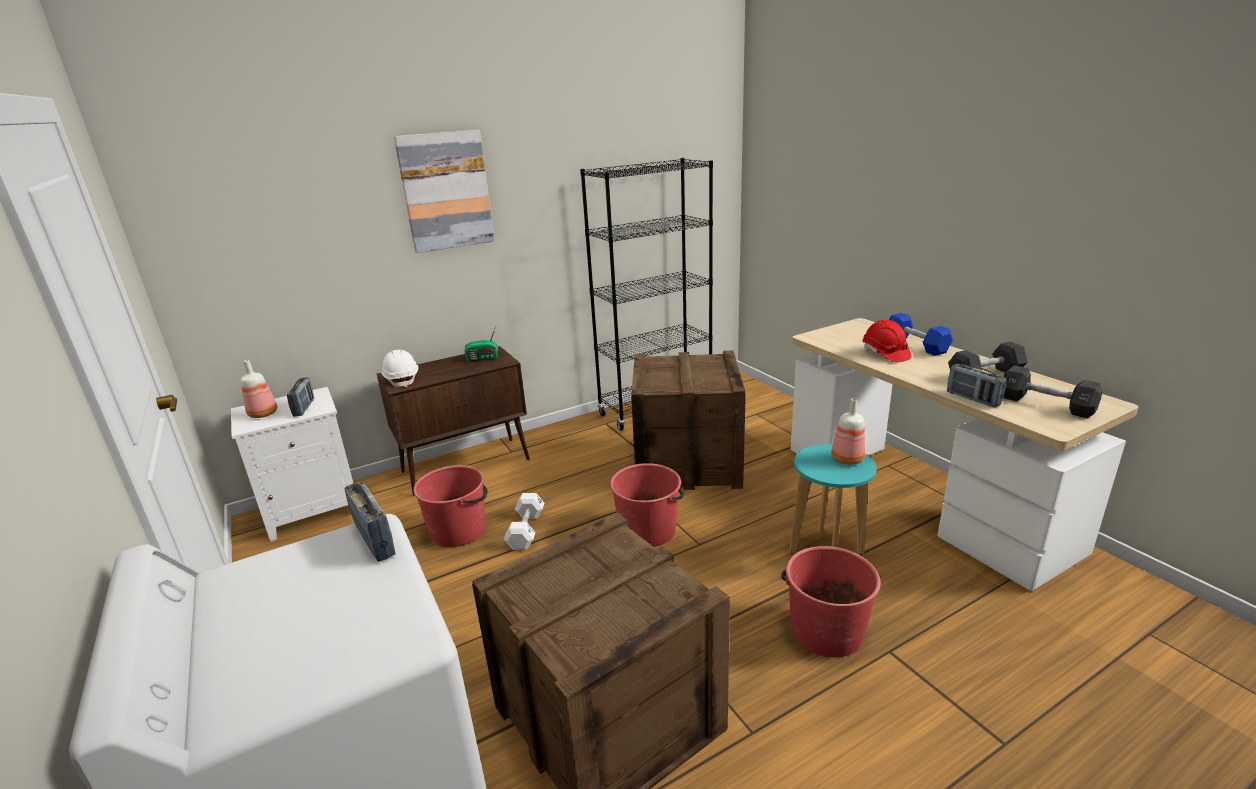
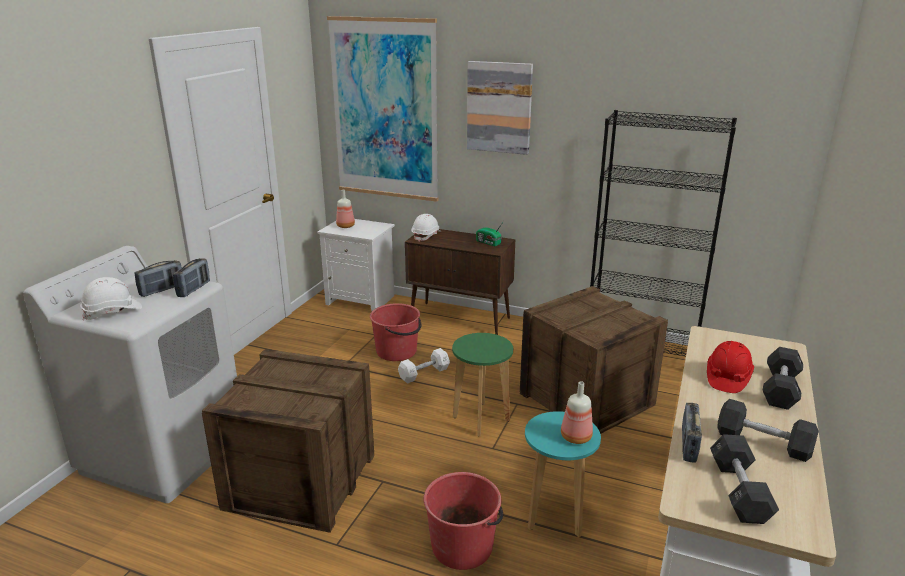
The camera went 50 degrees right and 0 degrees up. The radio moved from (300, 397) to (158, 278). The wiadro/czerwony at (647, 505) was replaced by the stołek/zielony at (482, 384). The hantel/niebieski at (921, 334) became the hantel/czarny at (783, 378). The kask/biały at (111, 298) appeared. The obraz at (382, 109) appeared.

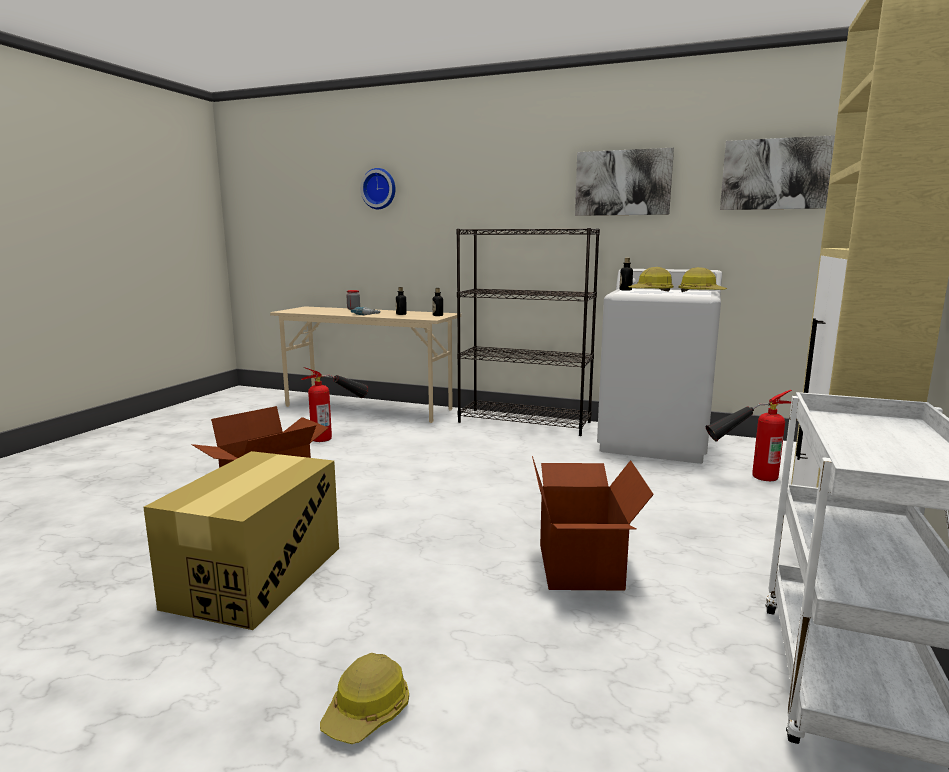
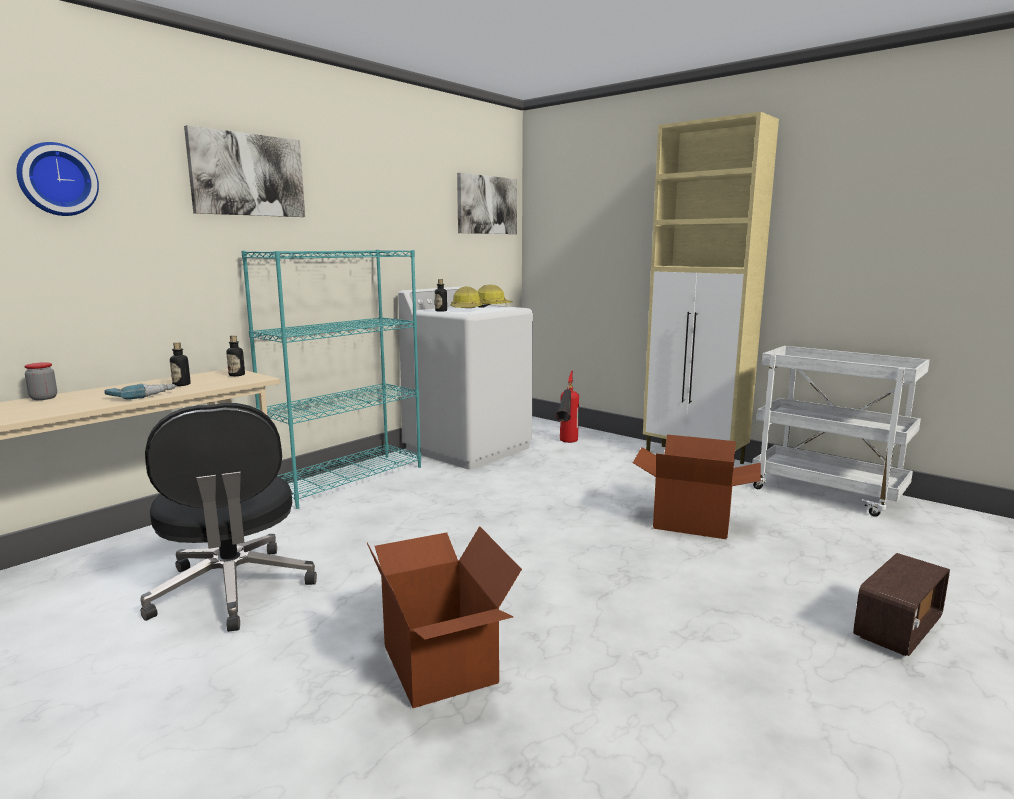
The camera went 70 degrees left and 0 degrees up. The karton at (241, 540) disappeared. The gaśnica at (334, 404) was replaced by the krzesło biurowe/czarny at (228, 517). The kask at (364, 698) was replaced by the radio at (901, 604). The regał/czarny at (528, 332) became the regał/turkusowy at (331, 379). The obraz moved from (624, 181) to (244, 171).

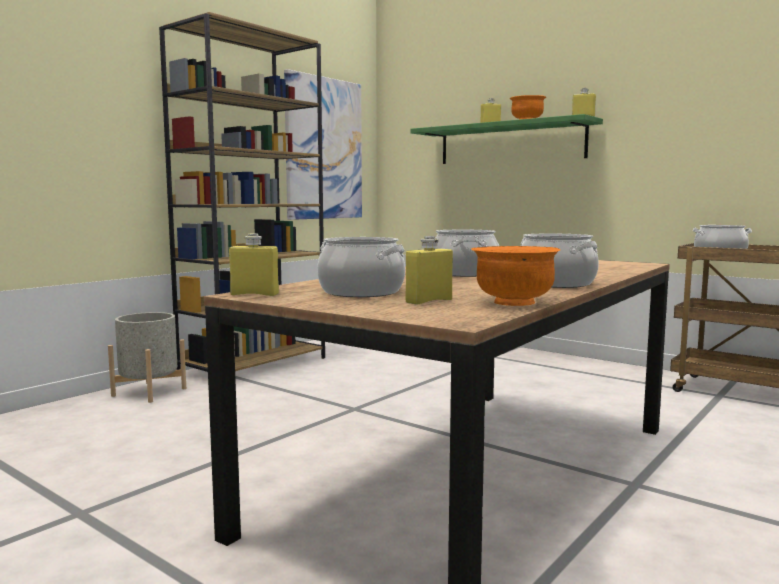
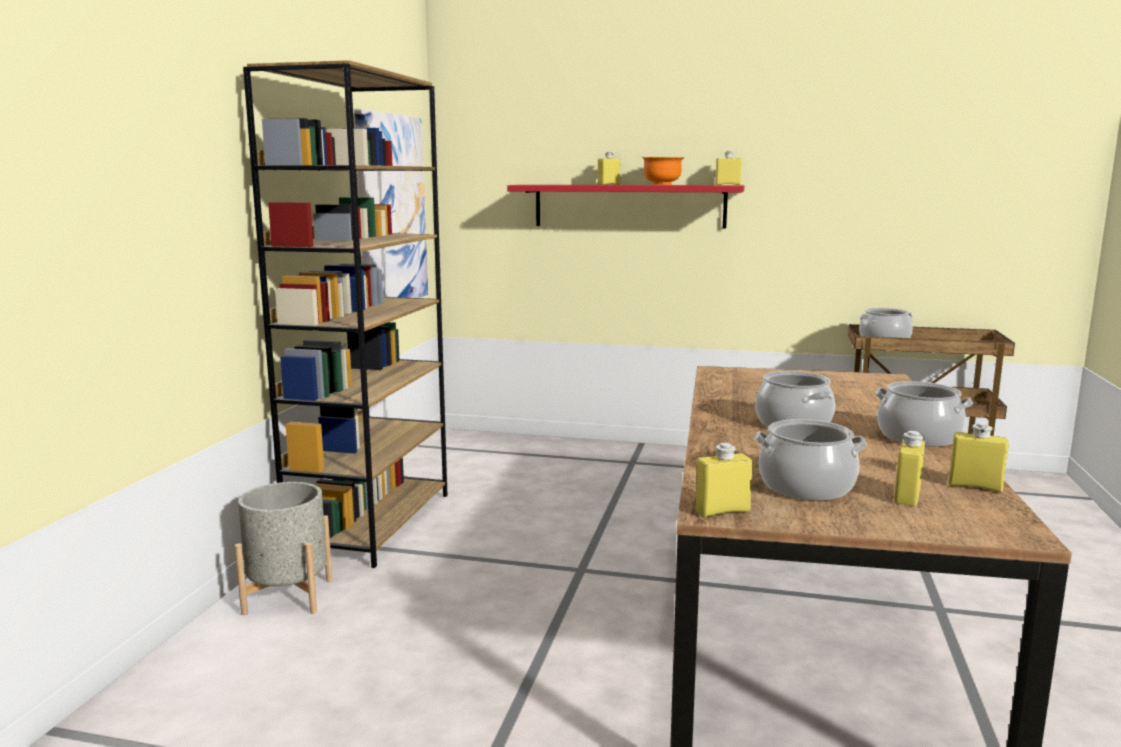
The camera went 25 degrees left and 5 degrees up. The półka/zielony at (506, 139) became the półka/czerwony at (625, 207). The miska/pomarańczowy at (515, 276) was replaced by the butelka/żółty at (979, 457).

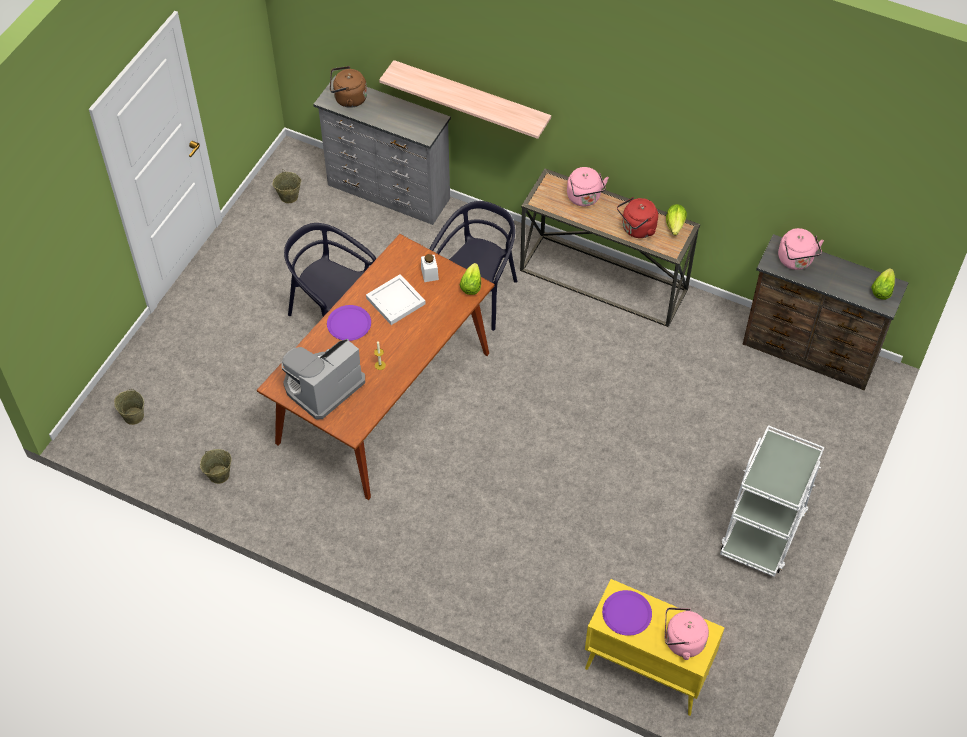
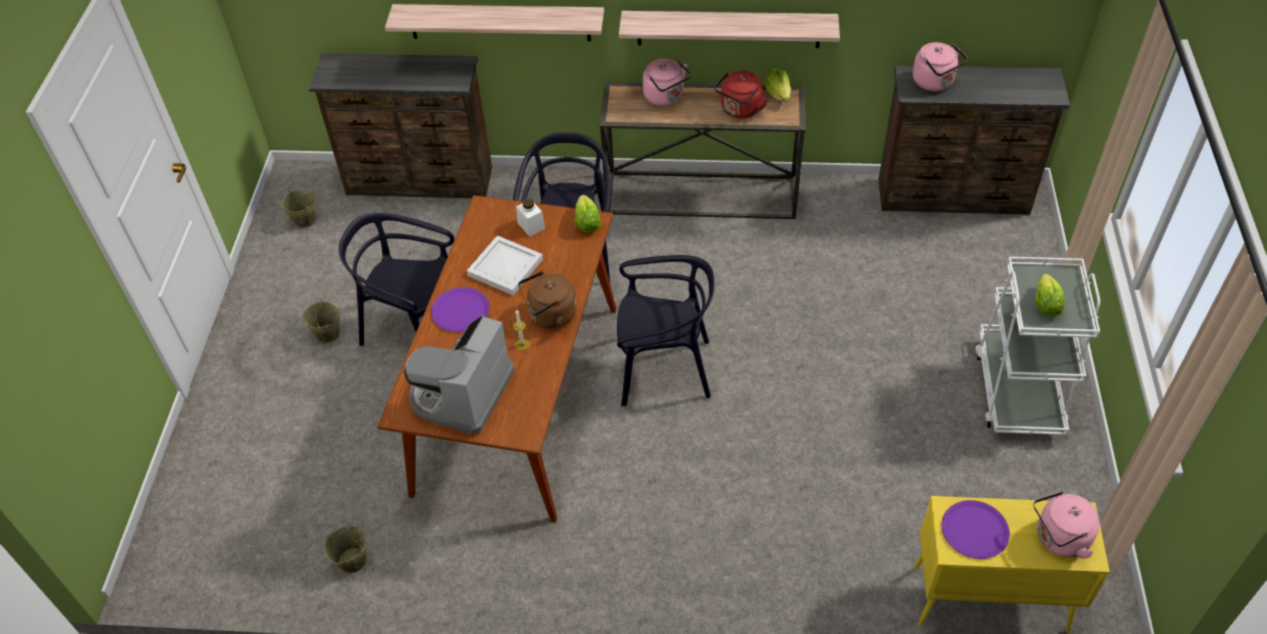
The camera went 20 degrees left and 5 degrees down. The wiadro/beżowy moved from (129, 407) to (321, 320). The komoda/szary at (382, 150) became the komoda/brązowy at (400, 125). The czajnik/brązowy moved from (348, 87) to (547, 300). The sałata moved from (883, 284) to (1050, 295). The krzesło/czarny at (665, 330) appeared. The półka at (729, 29) appeared.

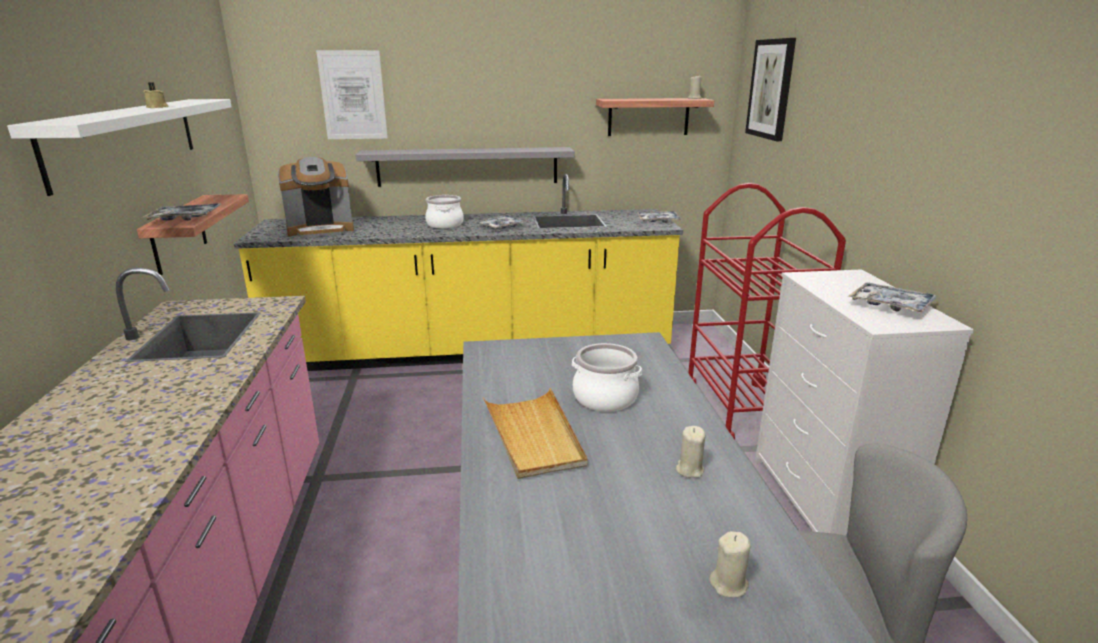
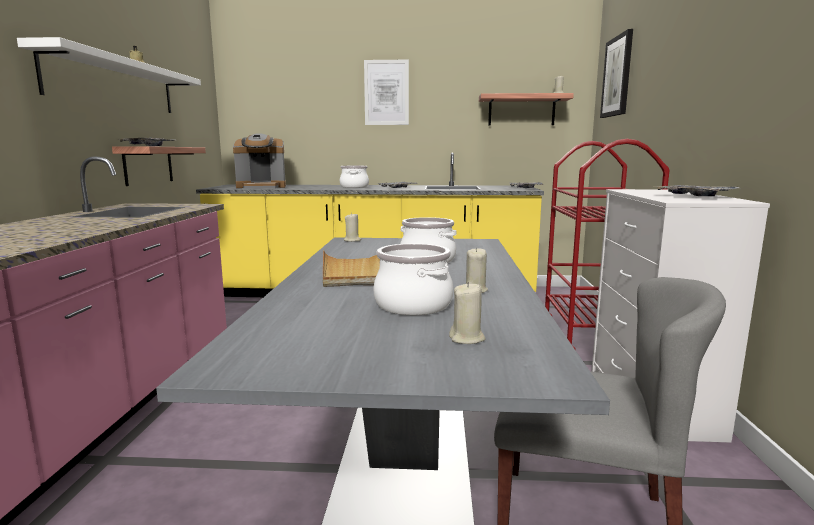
The camera went 10 degrees right and 10 degrees down. The obraz moved from (352, 94) to (386, 92). The półka/szary at (464, 167) disappeared. The świeca/beżowy at (352, 227) appeared. The garnek at (413, 279) appeared.

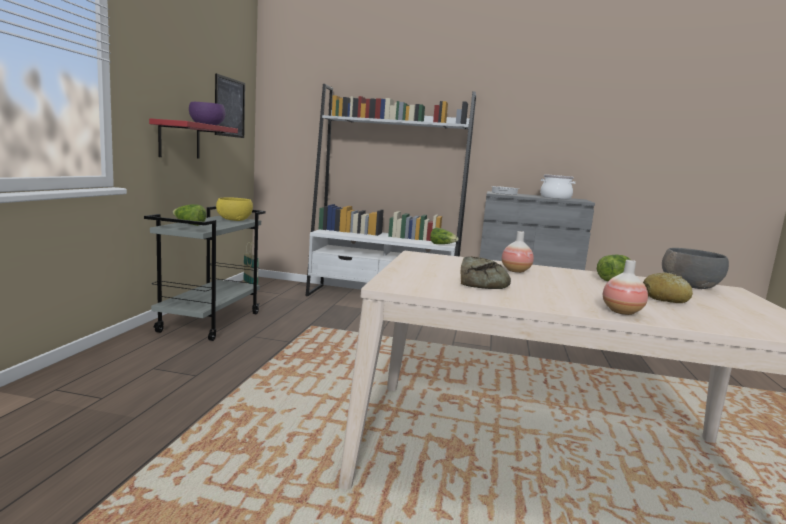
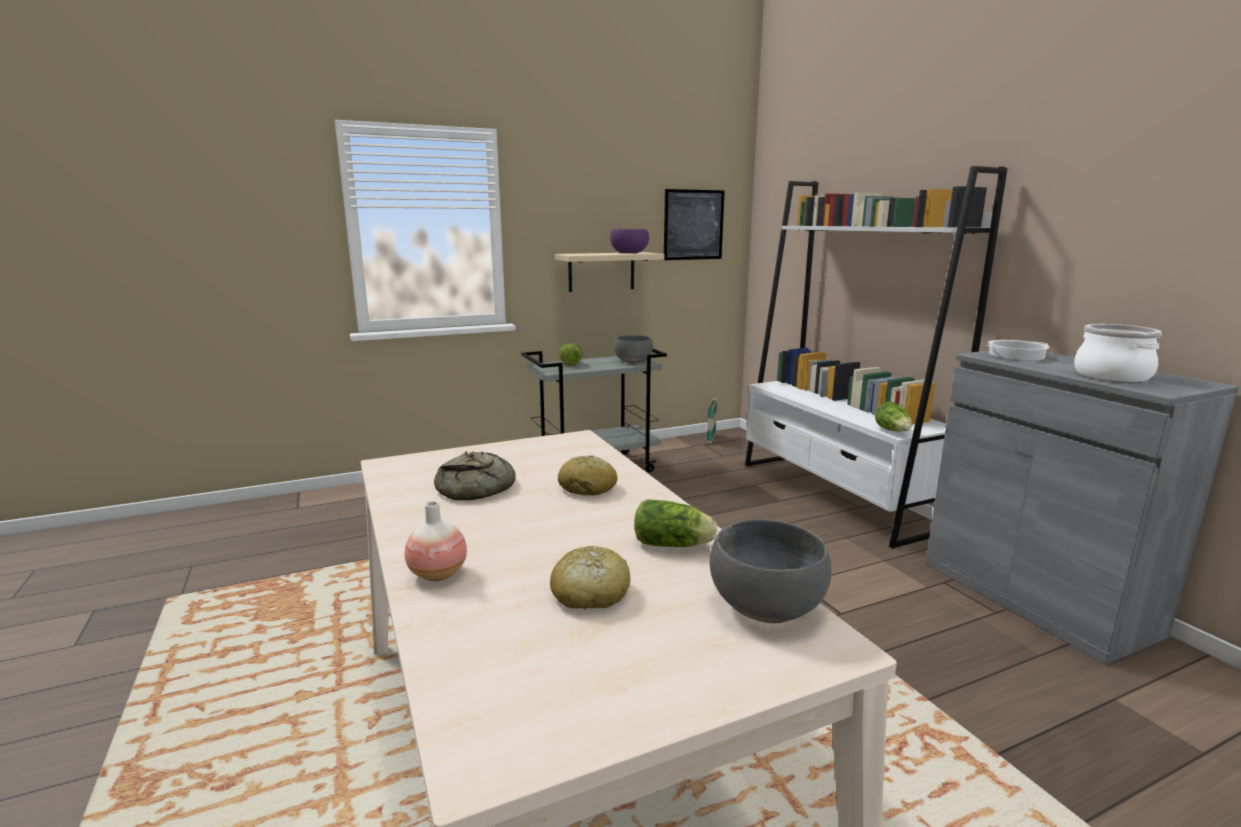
The camera went 55 degrees right and 5 degrees up. The półka/czerwony at (193, 138) became the półka/beżowy at (610, 272). The miska/żółty at (234, 209) became the miska/szary at (633, 349). The wazon at (518, 252) was replaced by the chleb at (588, 475).

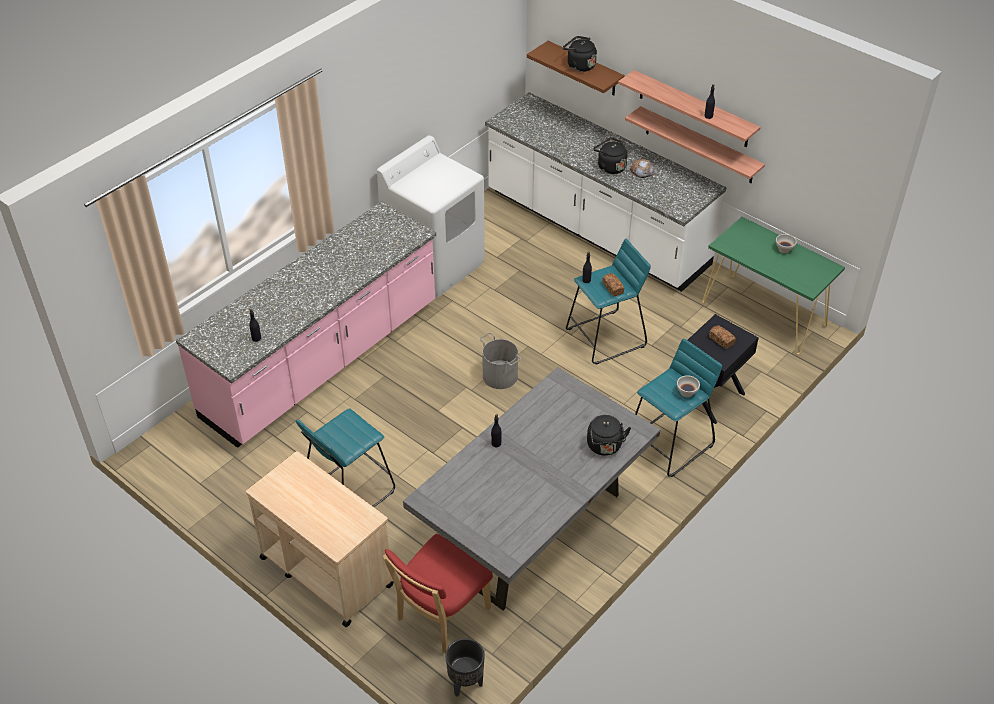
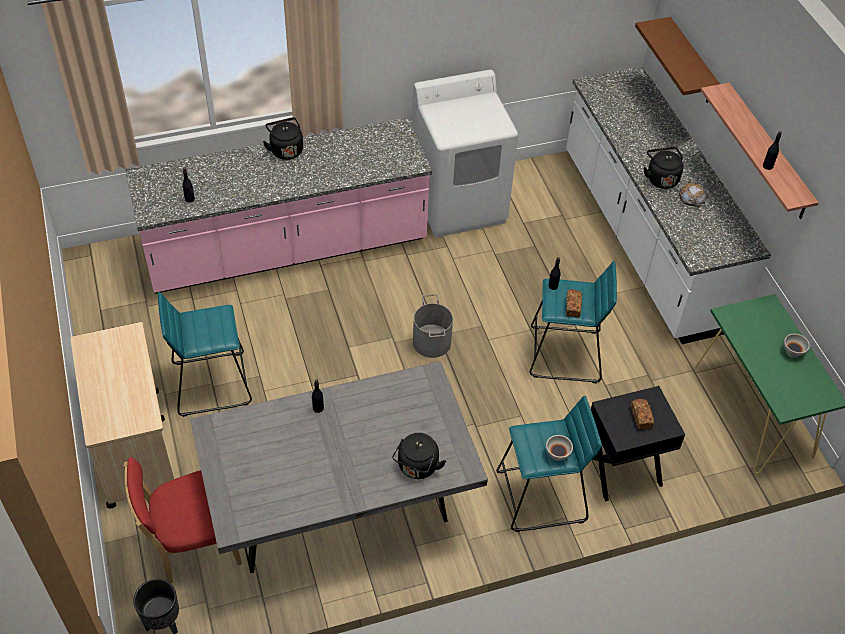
The camera went 30 degrees right and 5 degrees up. The czajnik/czarny moved from (580, 54) to (283, 138). The półka at (695, 144) disappeared.

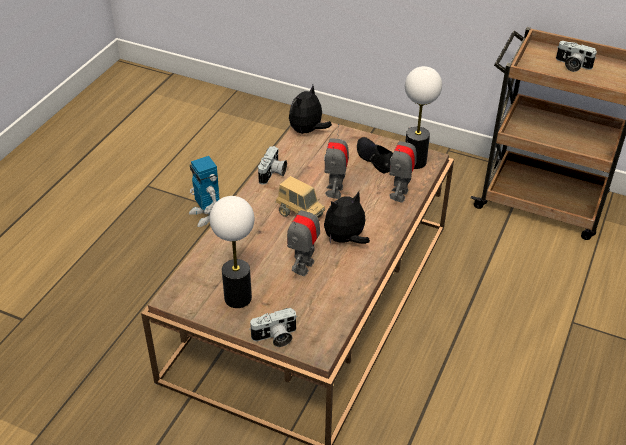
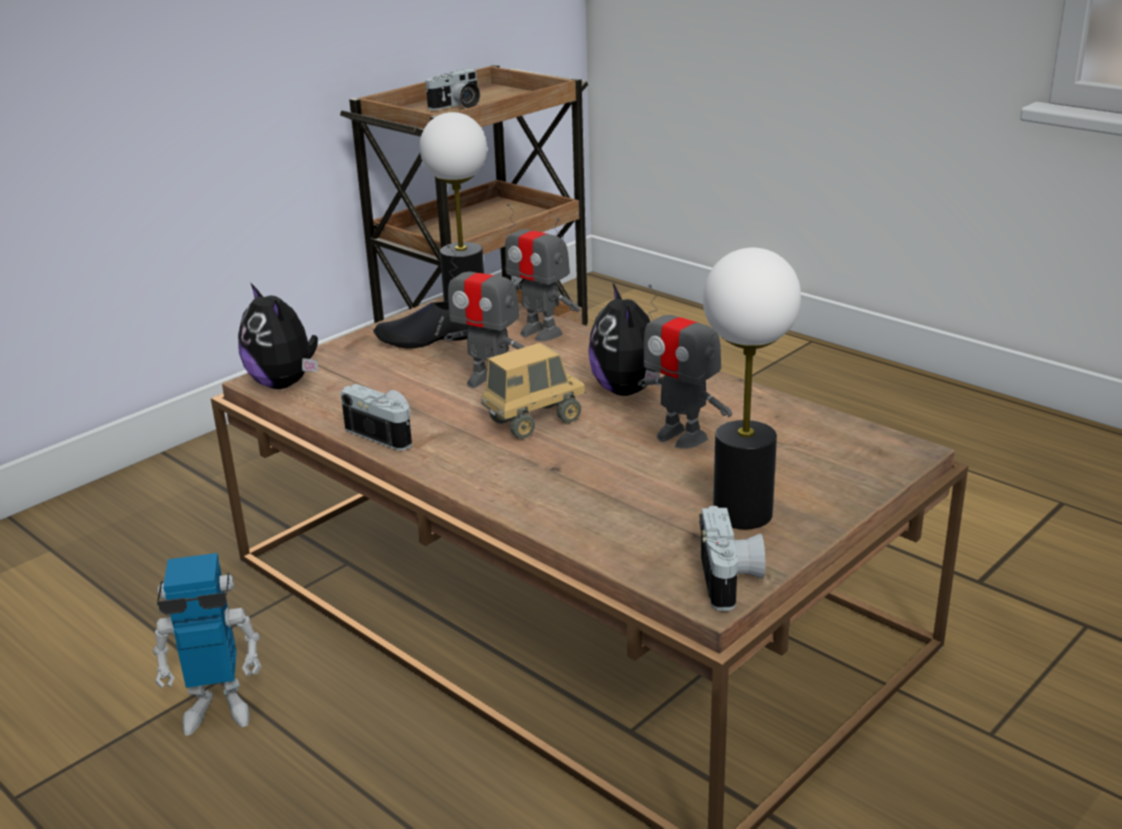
The camera went 70 degrees left and 15 degrees down. The aparat fotograficzny moved from (273, 327) to (732, 558).

